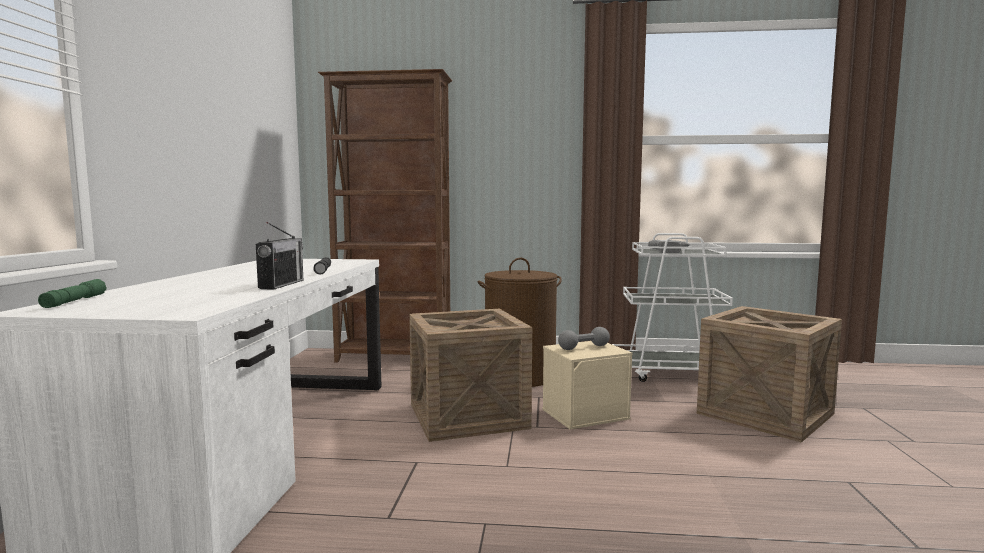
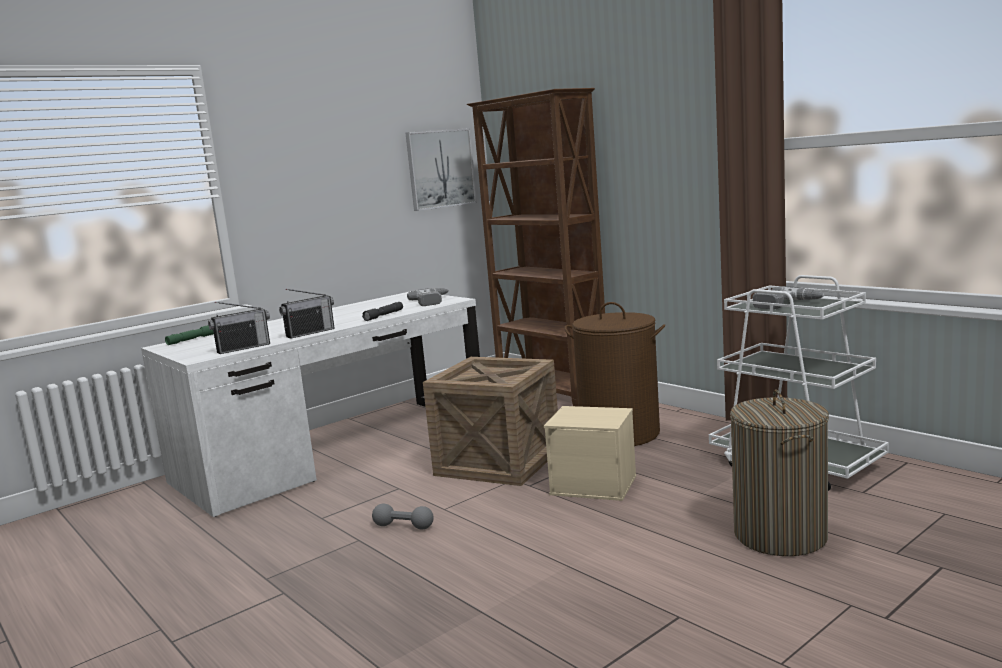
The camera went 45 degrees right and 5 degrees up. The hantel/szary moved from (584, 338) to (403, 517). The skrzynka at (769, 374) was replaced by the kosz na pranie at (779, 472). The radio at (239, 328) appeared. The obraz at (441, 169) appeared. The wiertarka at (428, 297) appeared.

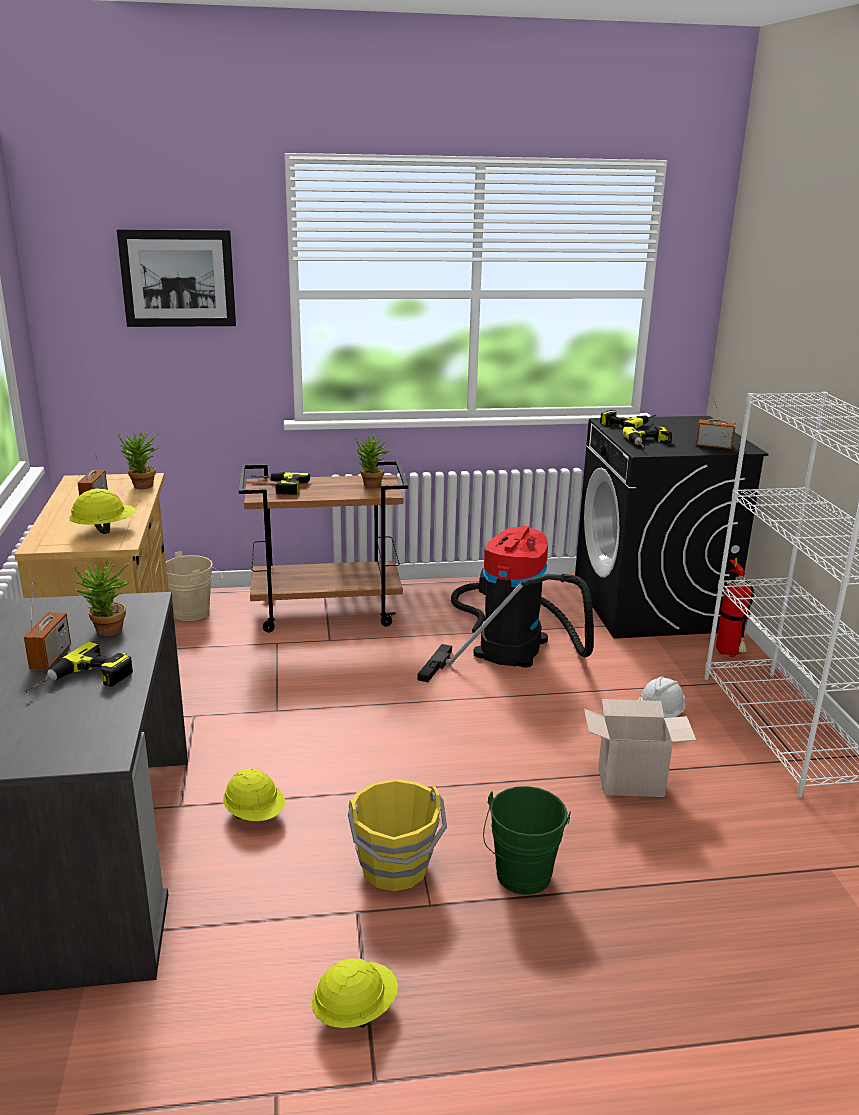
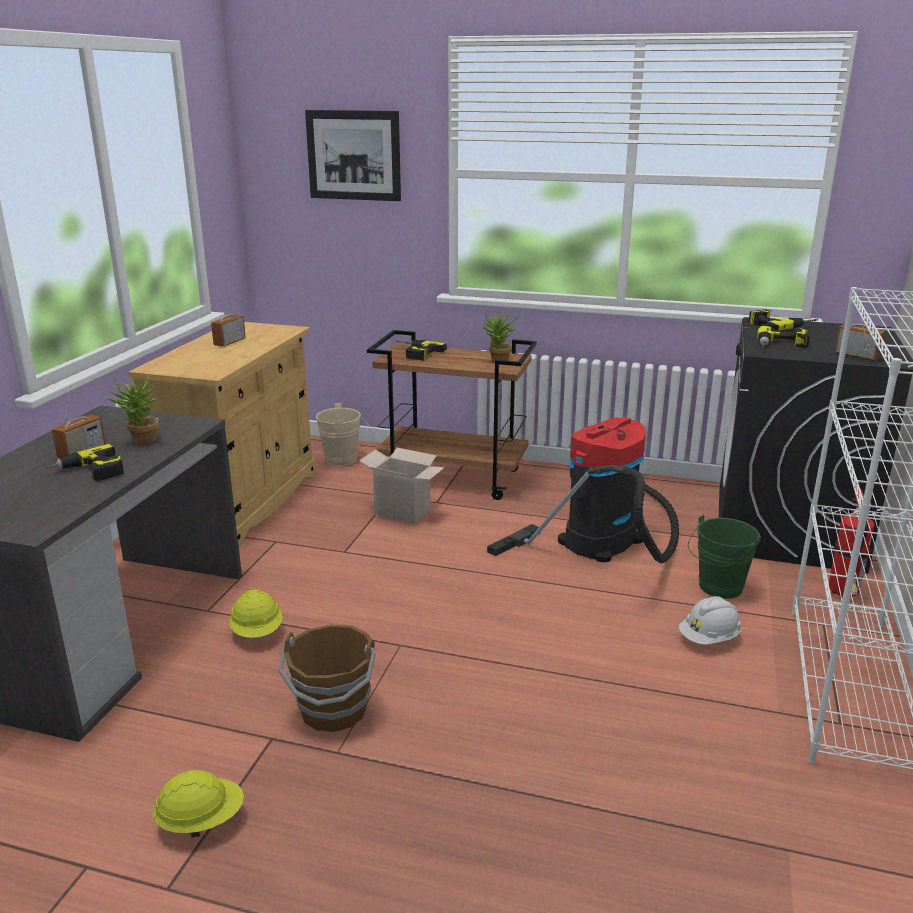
The camera went 25 degrees right and 0 degrees up. The kask/żółty at (103, 511) disappeared. The roślina doniczkowa at (139, 459) disappeared. The wiadro/żółty at (397, 835) became the wiadro/brązowy at (327, 678). The wiadro/zielony moved from (527, 840) to (724, 557). The karton moved from (640, 748) to (402, 486).

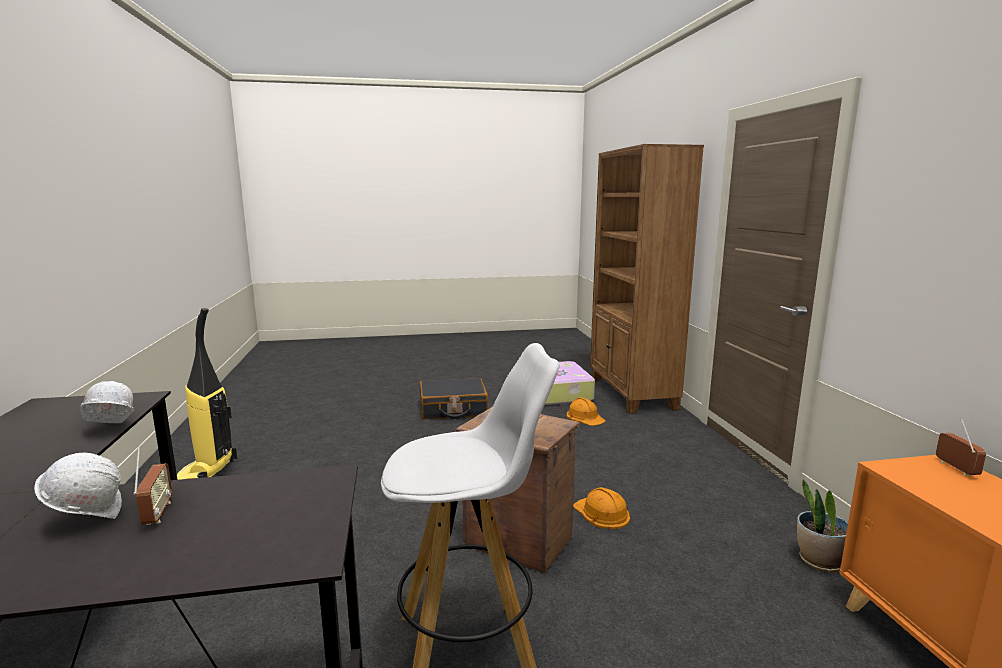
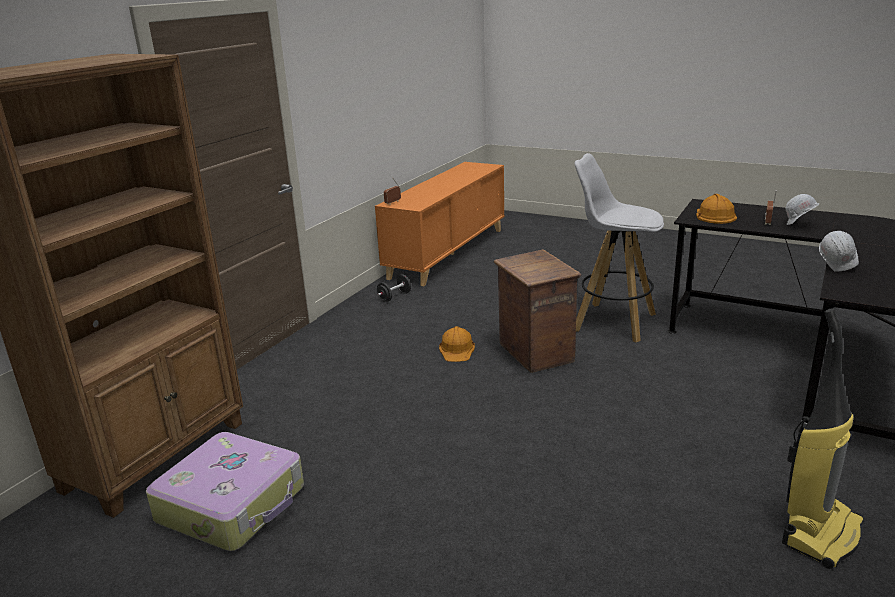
The camera went 140 degrees left and 10 degrees up. The walizka/czarny at (454, 398) disappeared. The kask/pomarańczowy moved from (586, 411) to (716, 209). The roślina doniczkowa at (822, 526) was replaced by the hantel/czarny at (394, 288).

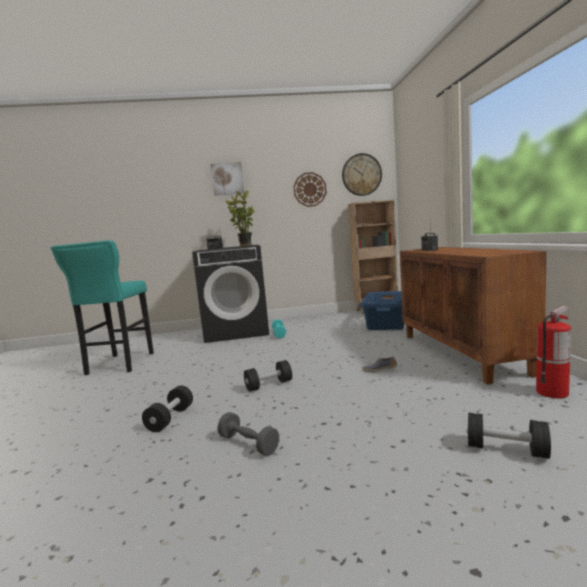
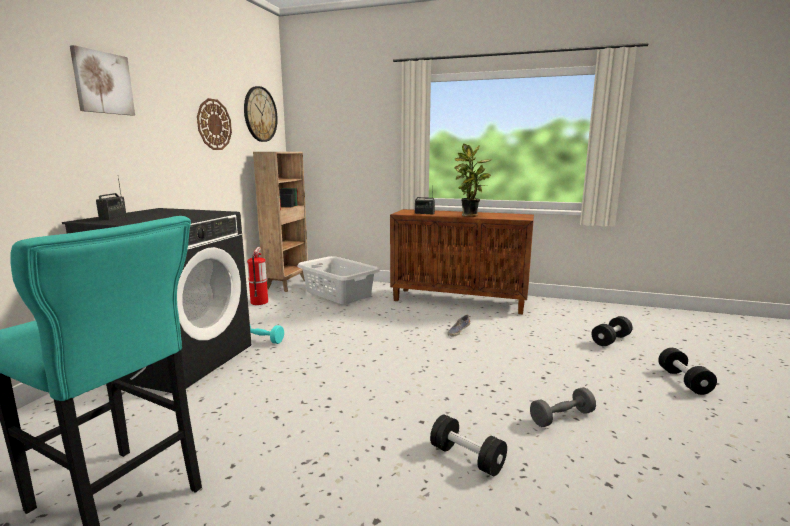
The camera went 65 degrees left and 5 degrees up. The roślina doniczkowa moved from (240, 219) to (473, 180). The hantel/czarny moved from (268, 376) to (687, 371). The kosz na pranie/niebieski at (382, 310) became the kosz na pranie/szary at (338, 280). The gaśnica moved from (553, 352) to (257, 276).

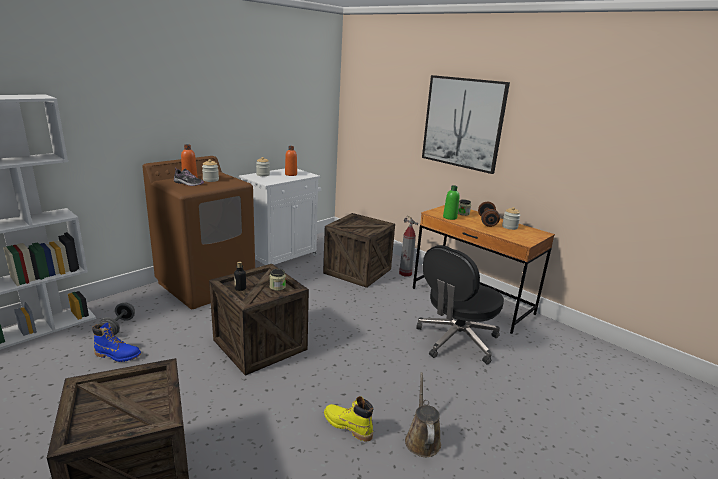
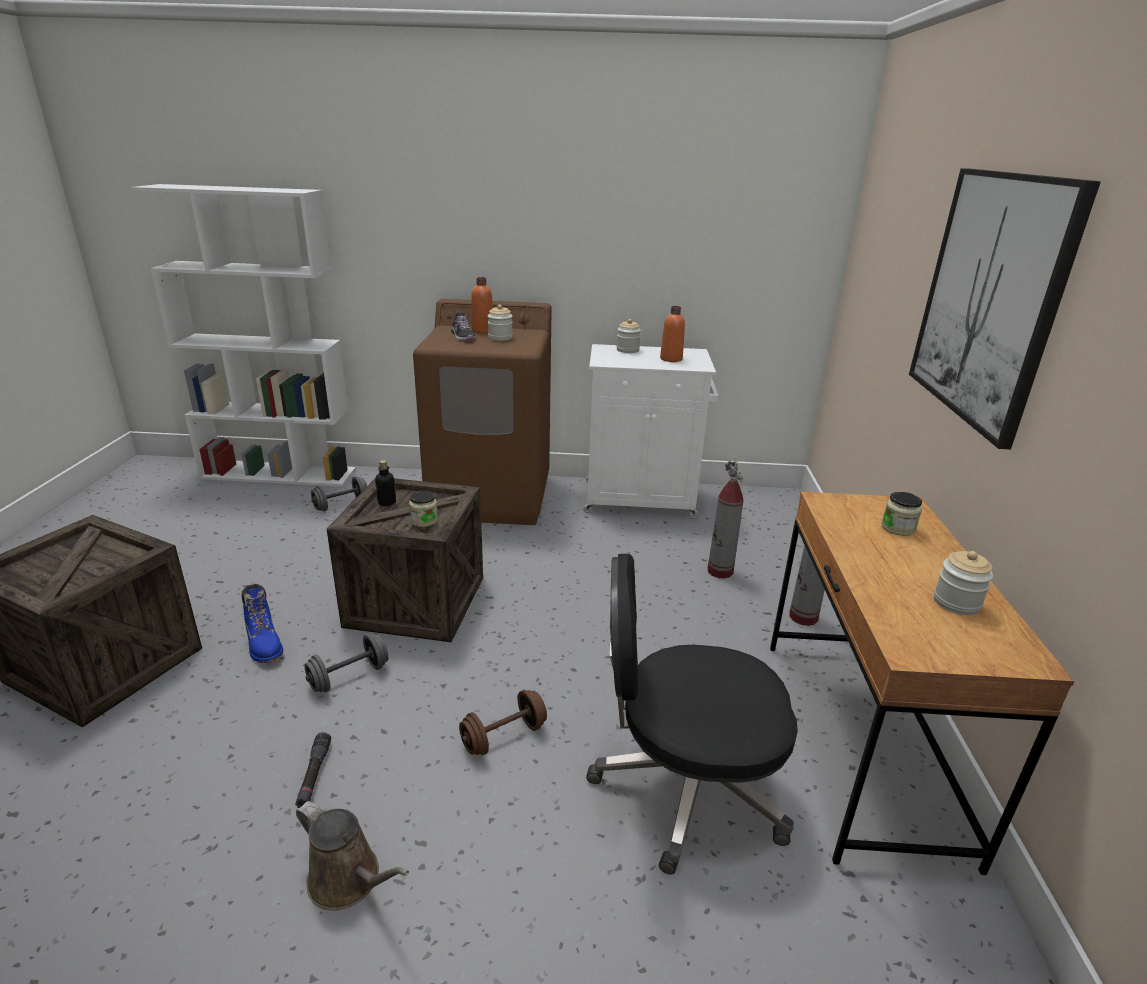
The camera went 50 degrees right and 5 degrees up. The but z cholewką/niebieski moved from (116, 342) to (262, 623). The skrzynka at (359, 250) was replaced by the gaśnica at (725, 518). The but z cholewką/żółty at (348, 419) was replaced by the latarka/czarny at (313, 770). The konewka/brązowy at (423, 414) turned 75 degrees clockwise. The butelka/zielony at (451, 202) disappeared. The hantel/brązowy moved from (489, 214) to (503, 722). The hantel/szary at (346, 663) appeared.

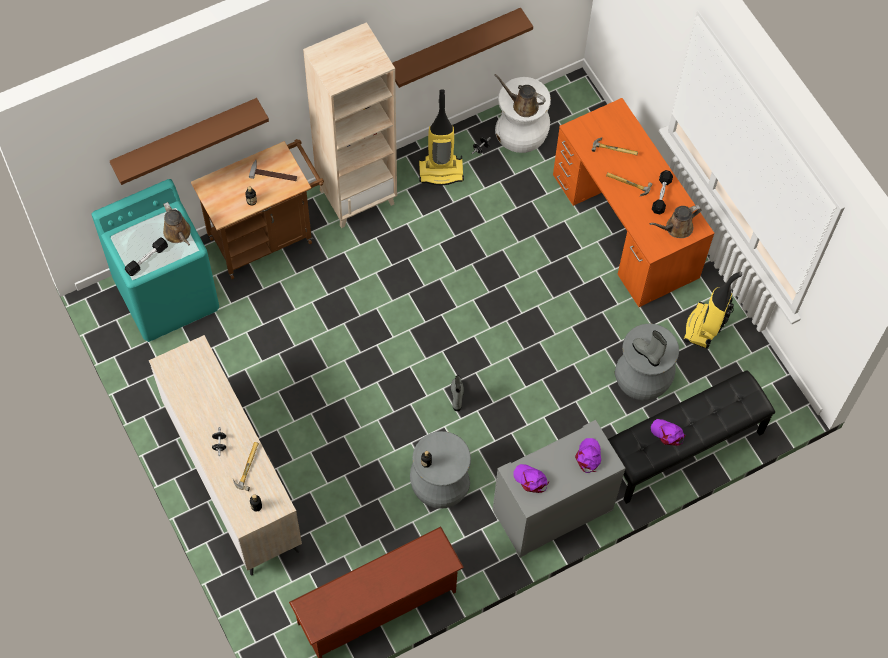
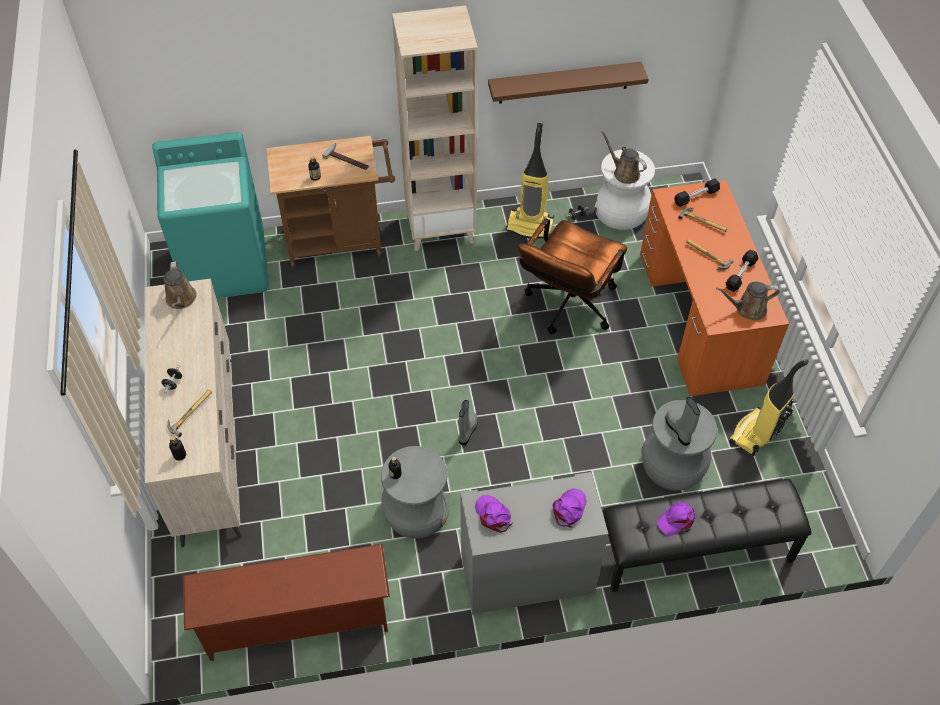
The camera went 20 degrees right and 10 degrees down. The półka/brązowy at (189, 141) disappeared. The hantel/czarny moved from (146, 256) to (697, 192). The konewka/brązowy moved from (177, 224) to (180, 285). The czapka z daszkiem/fioletowy at (668, 432) turned 90 degrees counterclockwise. The krzesło biurowe/brązowy at (572, 276) appeared.

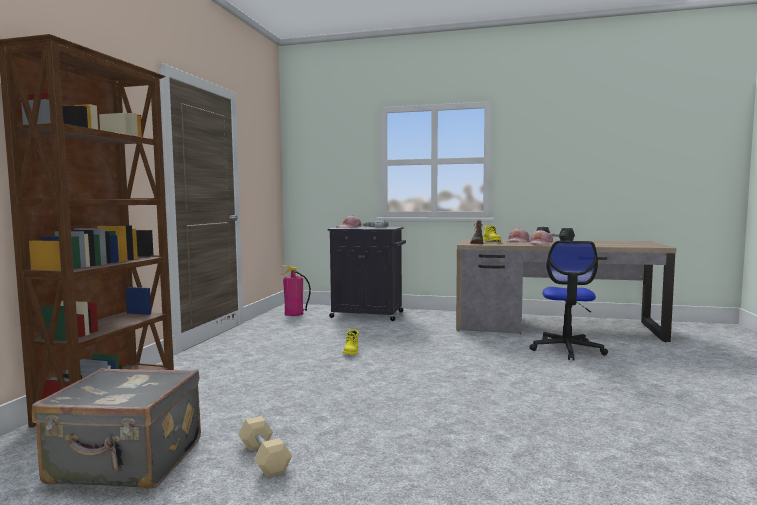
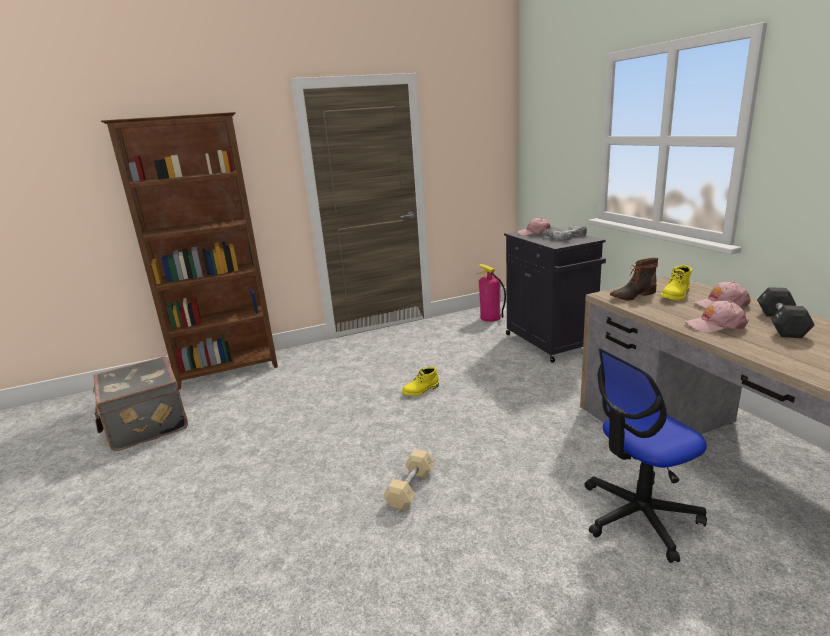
The camera went 55 degrees right and 15 degrees up. The hantel/beżowy moved from (265, 446) to (409, 480).

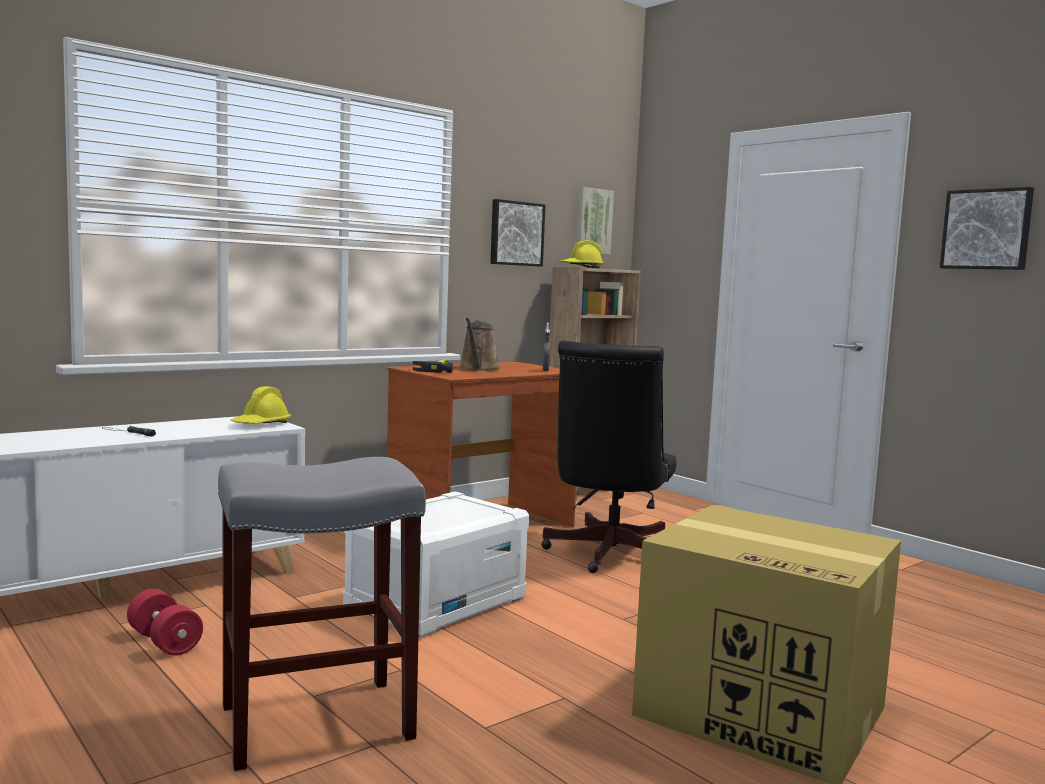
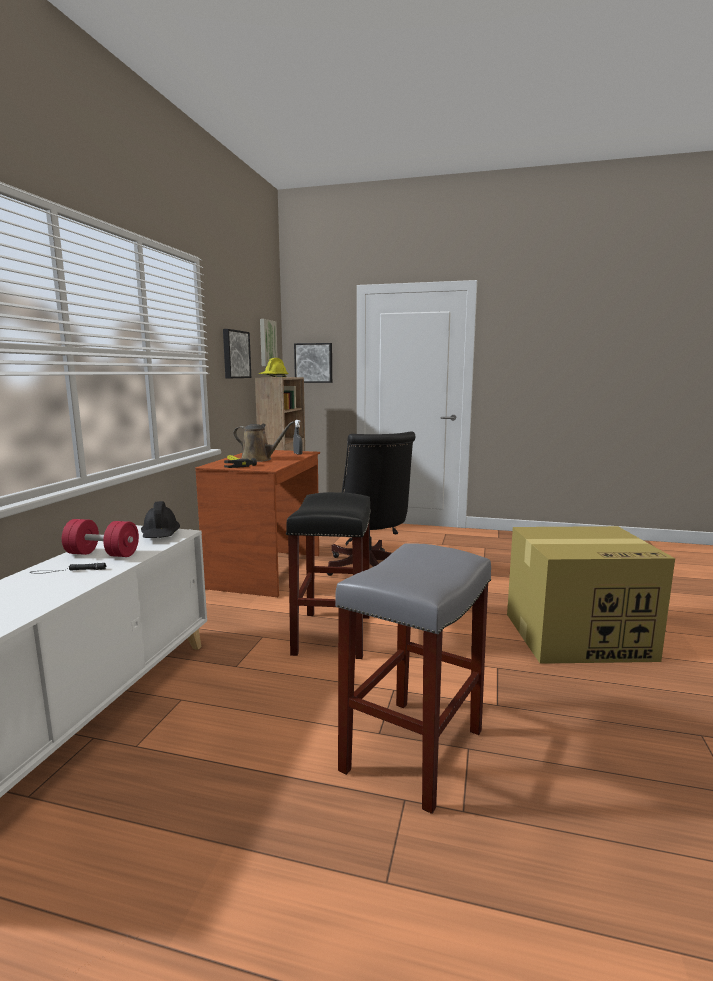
The camera went 35 degrees left and 5 degrees up. The hantel/czerwony moved from (165, 622) to (100, 538). The kask/żółty at (261, 405) became the kask/czarny at (160, 519). The pojemnik do przechowywania/biały at (436, 564) was replaced by the stołek/czarny at (328, 575). The konewka/brązowy at (479, 344) turned 45 degrees counterclockwise. The obraz moved from (987, 228) to (313, 363).

